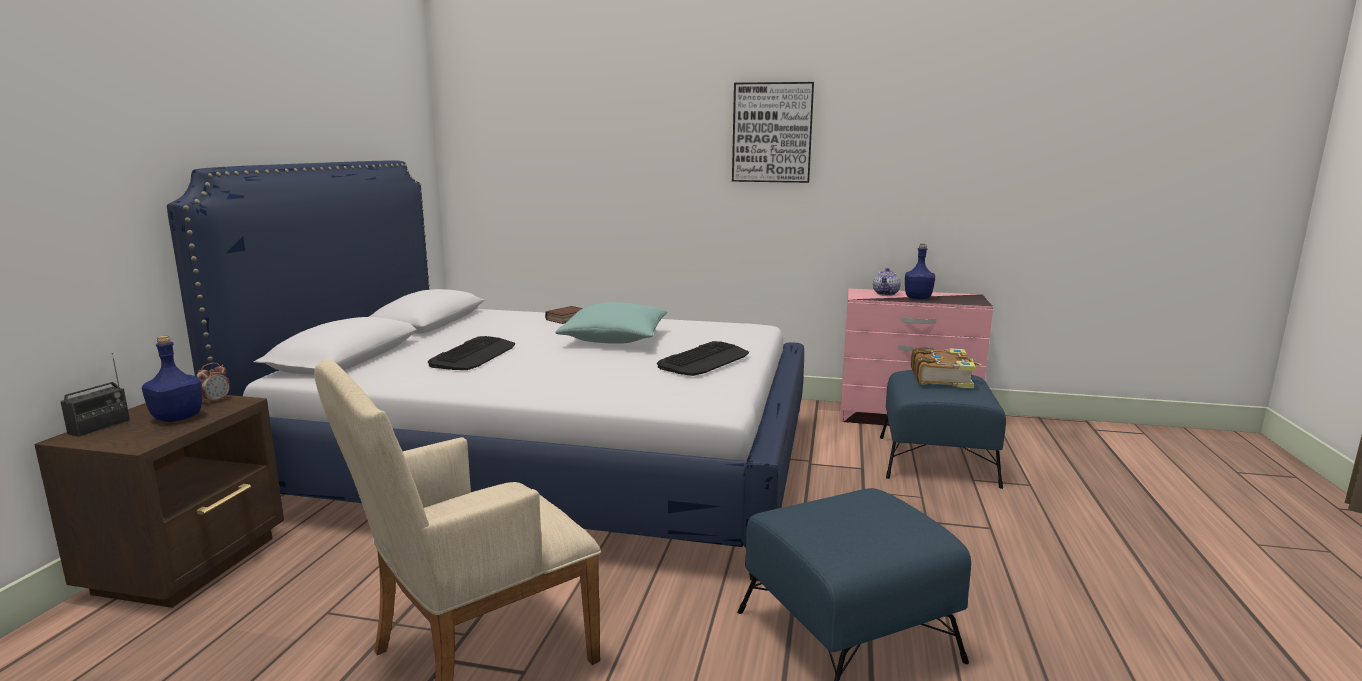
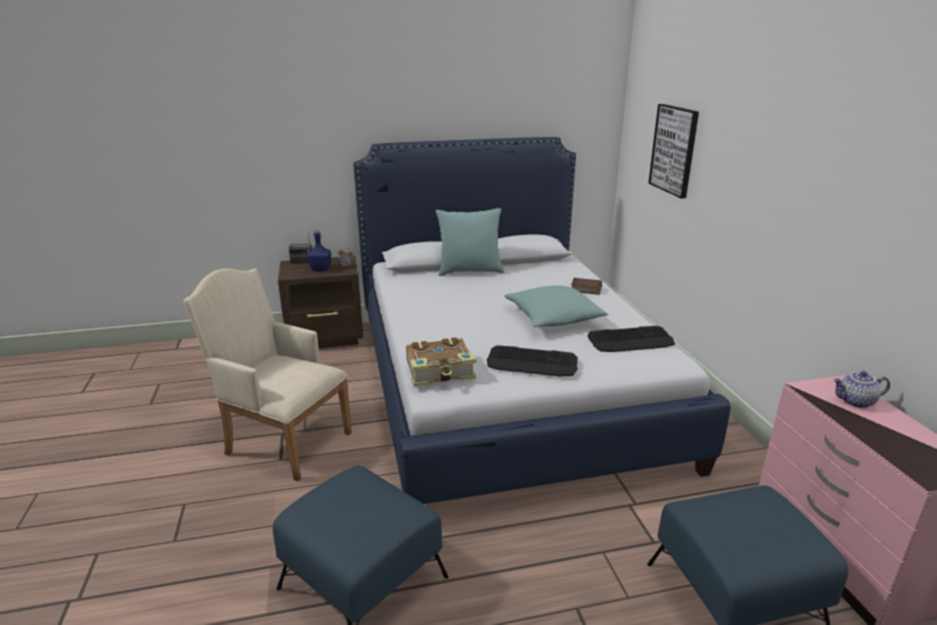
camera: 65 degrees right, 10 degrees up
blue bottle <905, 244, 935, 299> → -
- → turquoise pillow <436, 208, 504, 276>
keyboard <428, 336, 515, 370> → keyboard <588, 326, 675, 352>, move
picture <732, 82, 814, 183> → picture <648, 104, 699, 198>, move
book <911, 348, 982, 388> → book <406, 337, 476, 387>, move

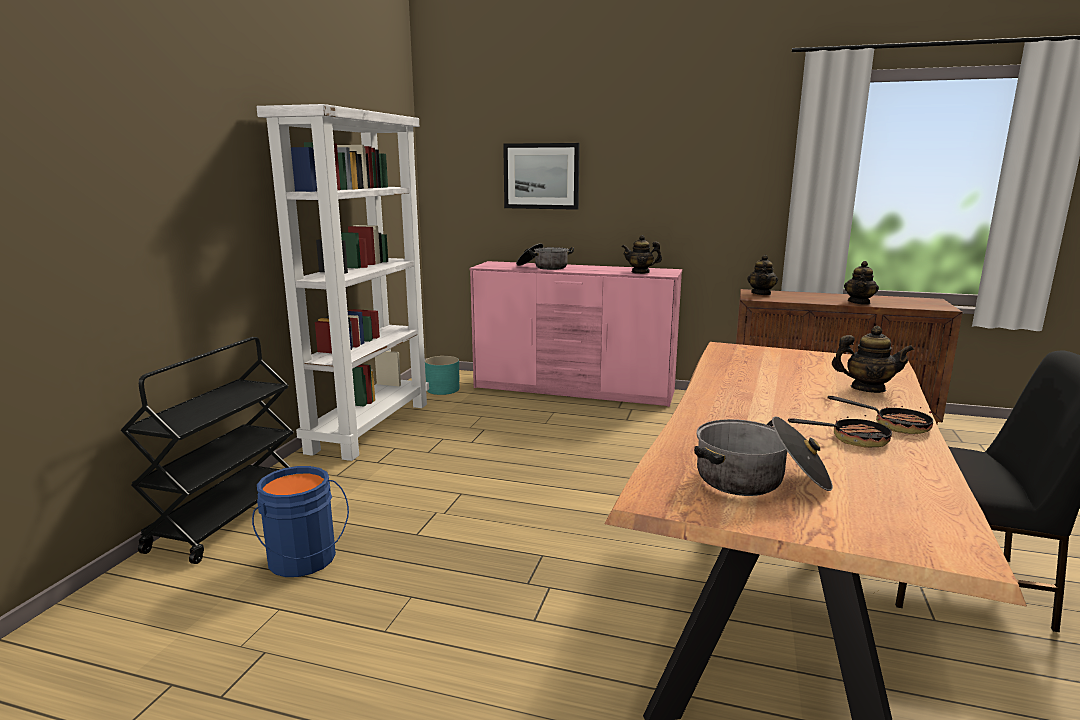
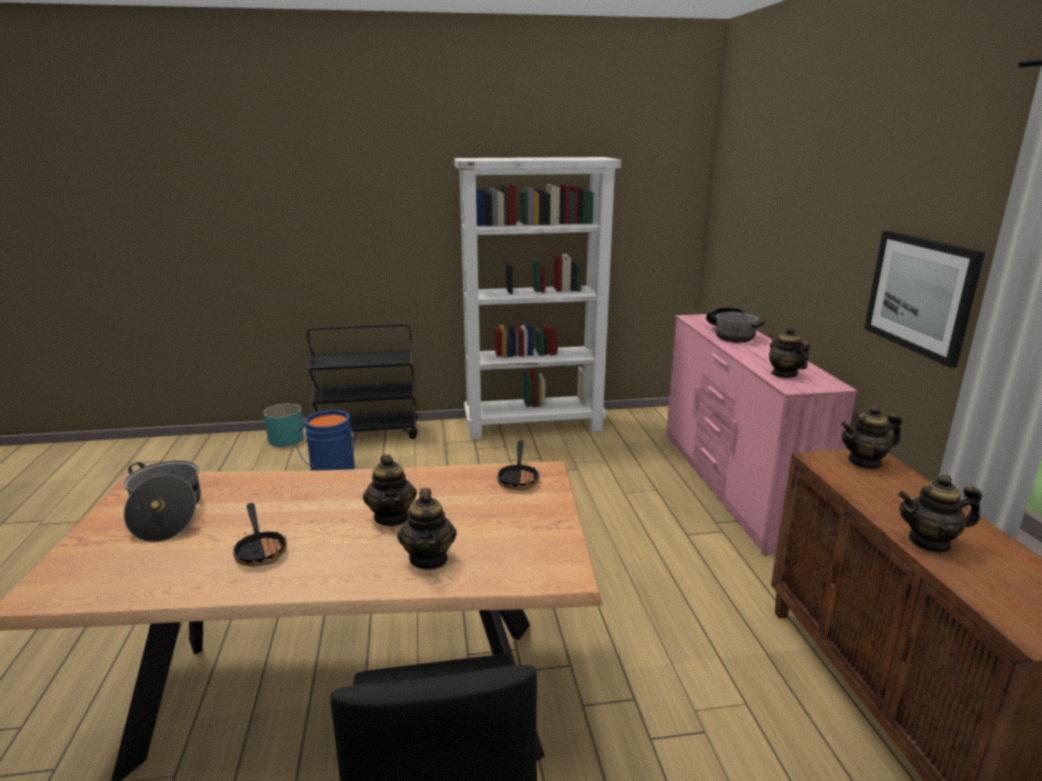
camera: 65 degrees right, 5 degrees up
- → teapot <363, 454, 417, 526>
turquoise planter <425, 356, 459, 395> → turquoise planter <263, 403, 304, 447>, move
picture <503, 143, 580, 210> → picture <864, 231, 985, 368>, move
frying pan <828, 396, 934, 434> → frying pan <497, 441, 540, 491>, move

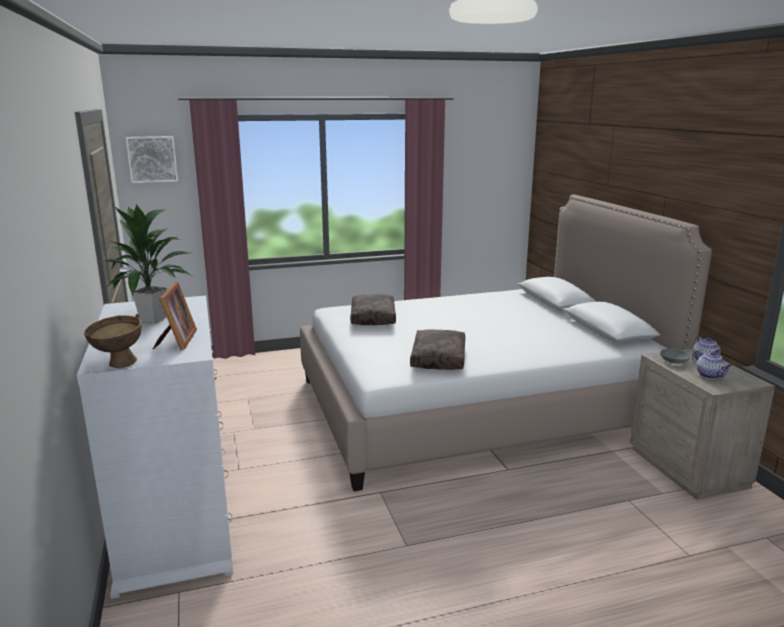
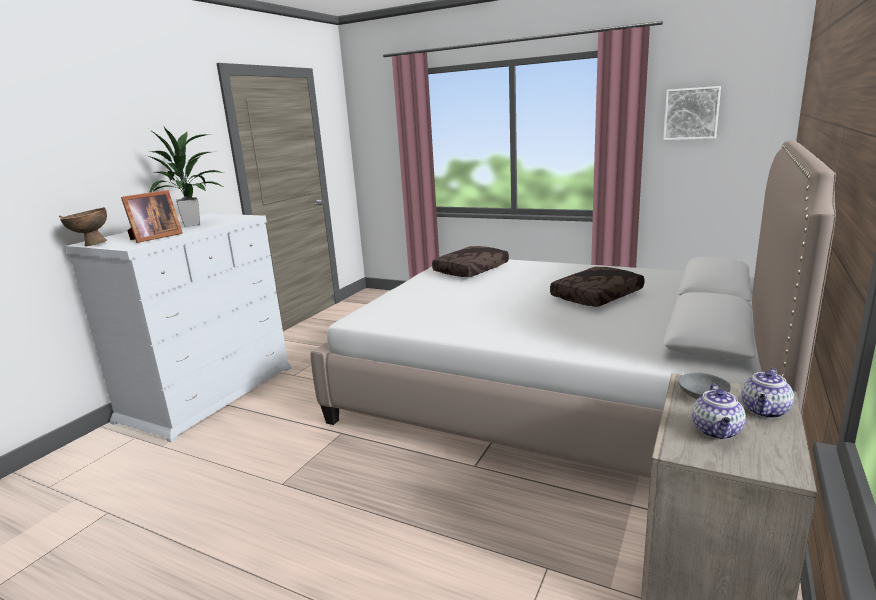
camera: 45 degrees right, 0 degrees up
picture <126, 136, 178, 183> → picture <663, 86, 721, 140>, move
brown pillow <410, 329, 465, 370> → brown pillow <550, 266, 645, 307>, move

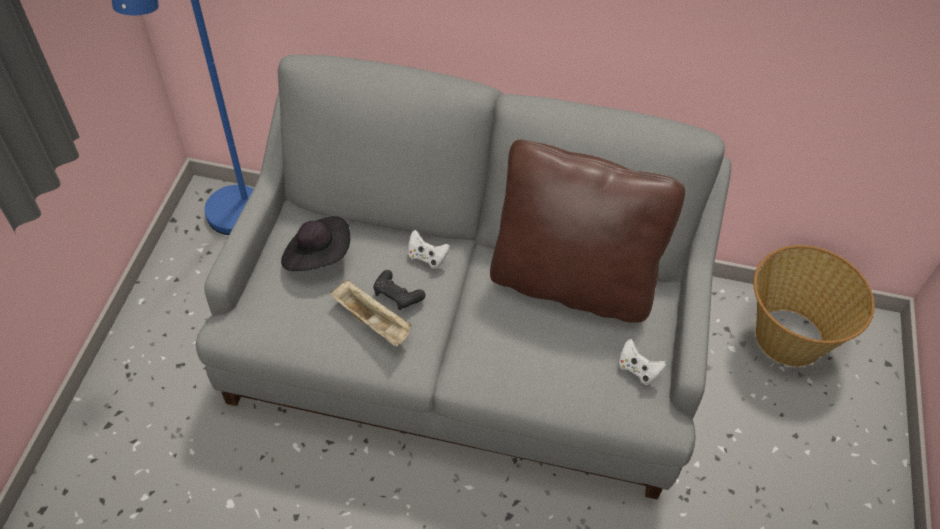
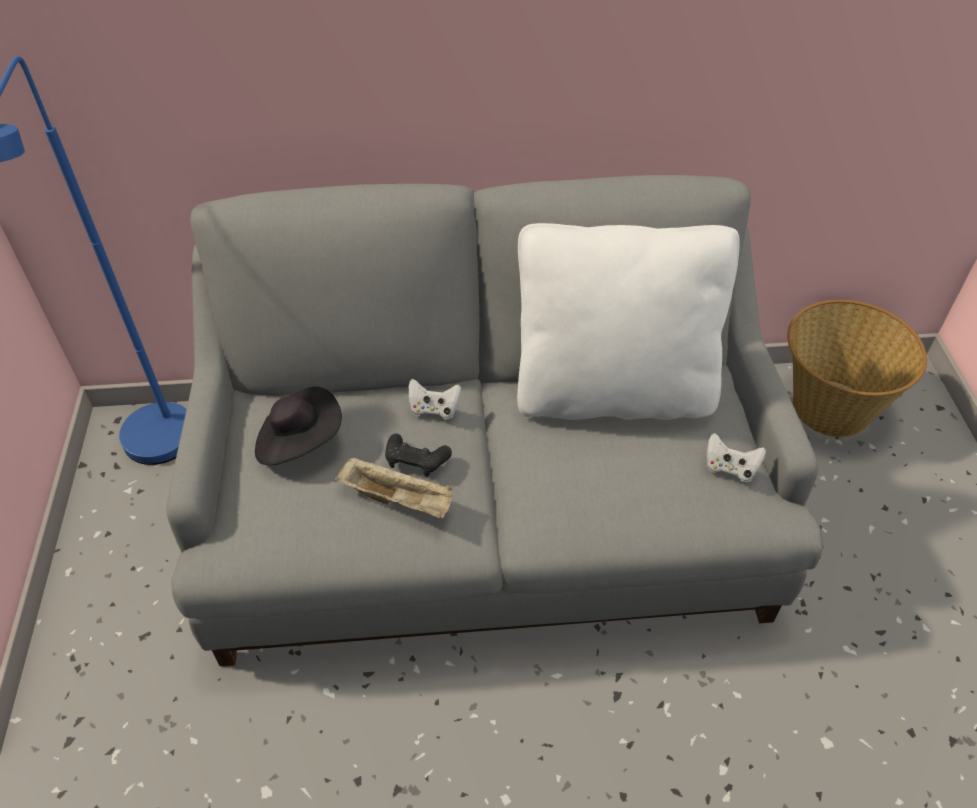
camera: 15 degrees left, 5 degrees down
brown pillow <490, 140, 685, 323> → white pillow <517, 223, 740, 420>

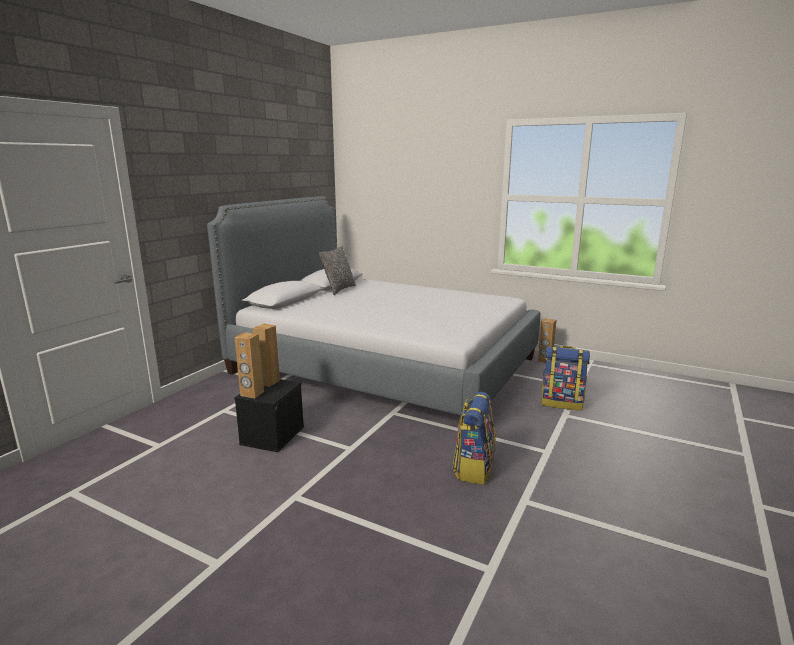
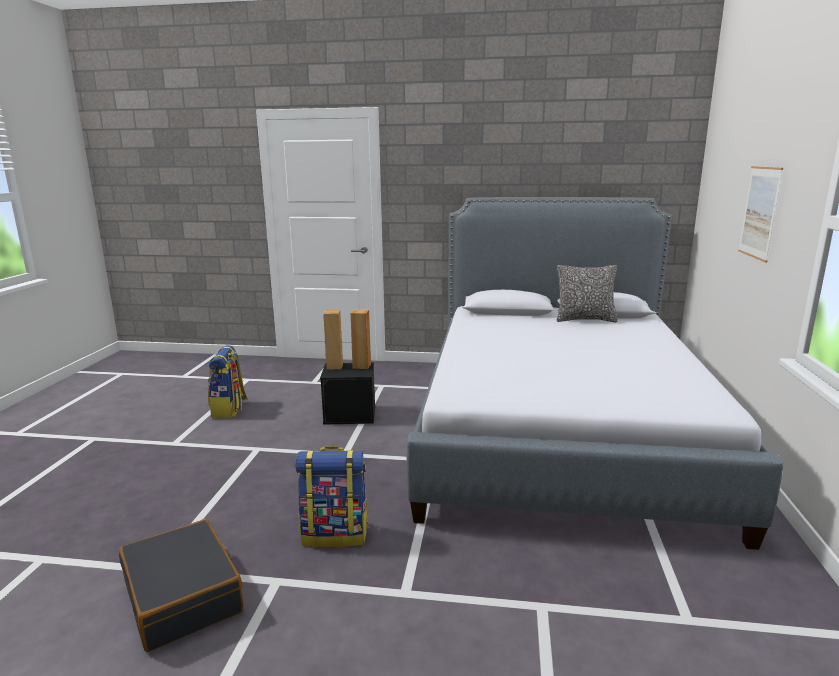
camera: 70 degrees right, 0 degrees up
brown speaker <538, 318, 556, 363> → -
- → black suitcase <119, 519, 244, 652>
- → picture <738, 166, 783, 263>
backpack <541, 346, 590, 410> → backpack <208, 345, 248, 418>, move

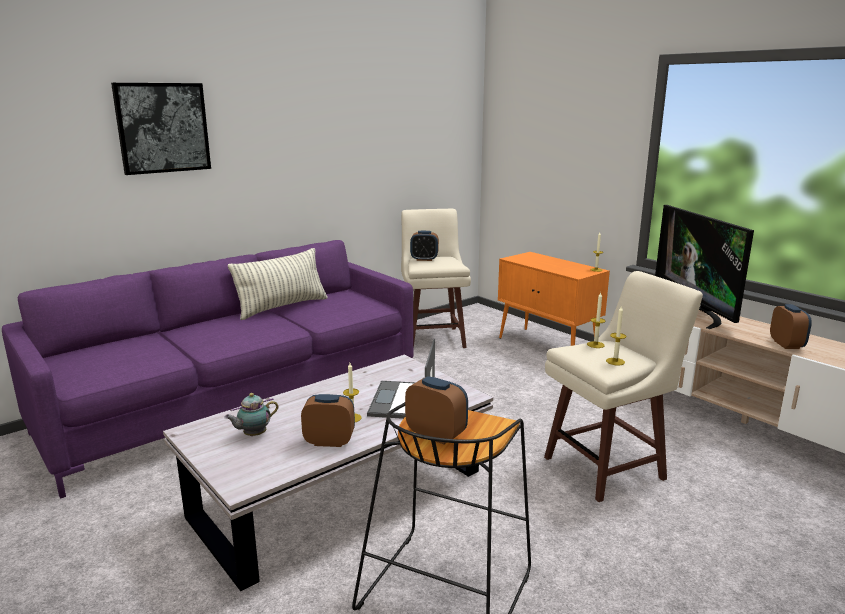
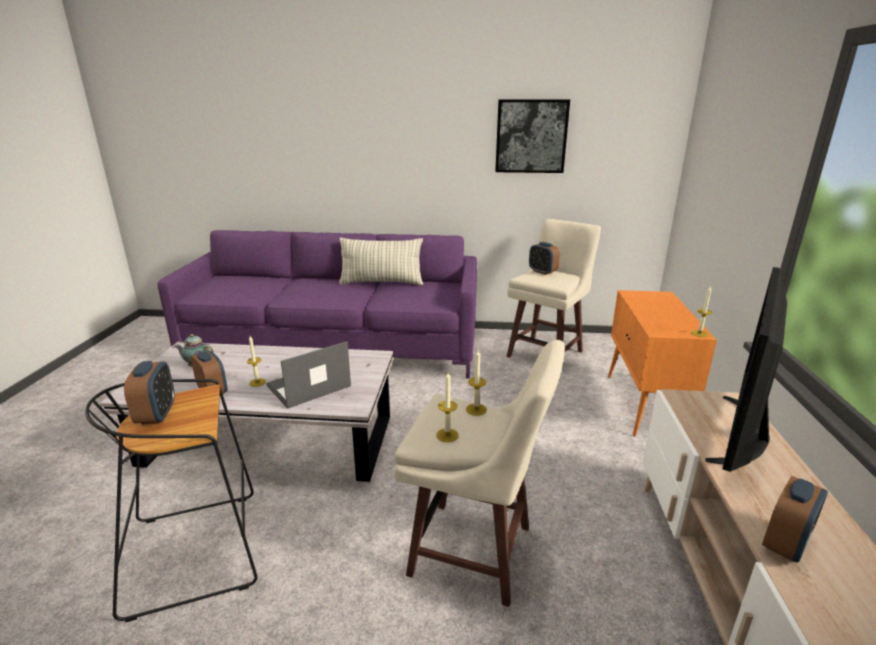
camera: 45 degrees right, 5 degrees up
picture <111, 83, 211, 175> → picture <495, 99, 570, 173>, move

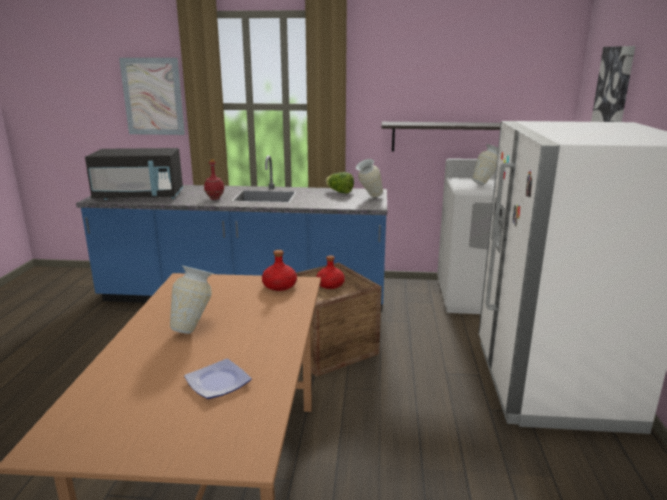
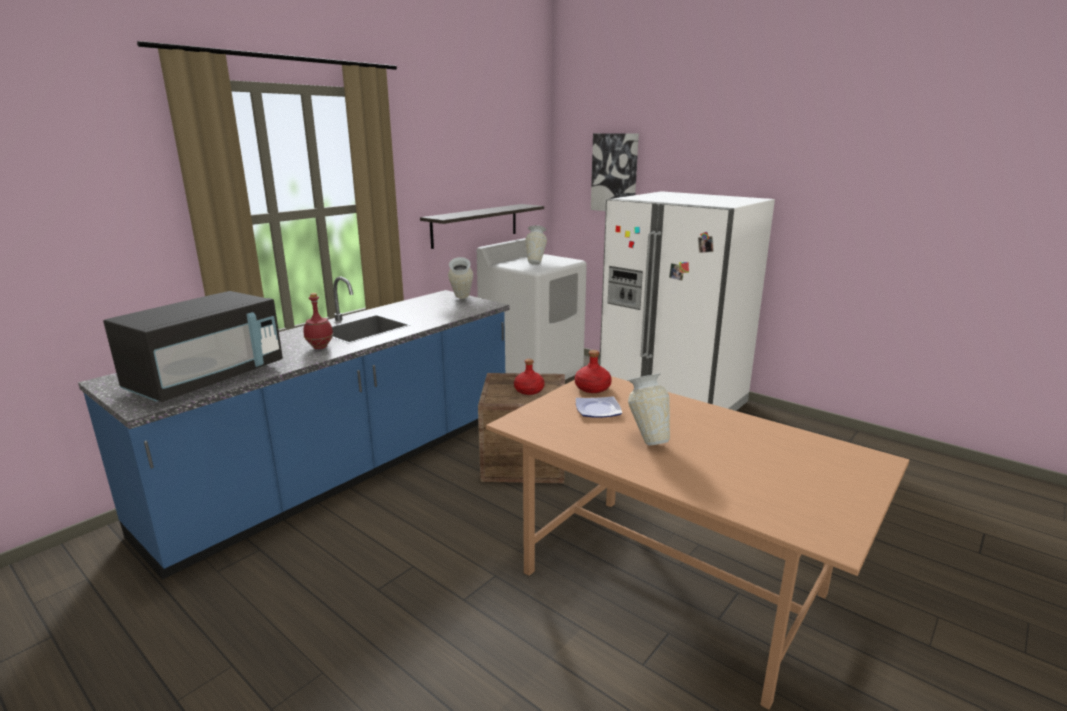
camera: 55 degrees left, 0 degrees up
picture <119, 58, 185, 135> → -
lettuce <325, 172, 354, 193> → -
plate <184, 359, 252, 399> → plate <576, 396, 622, 418>, move

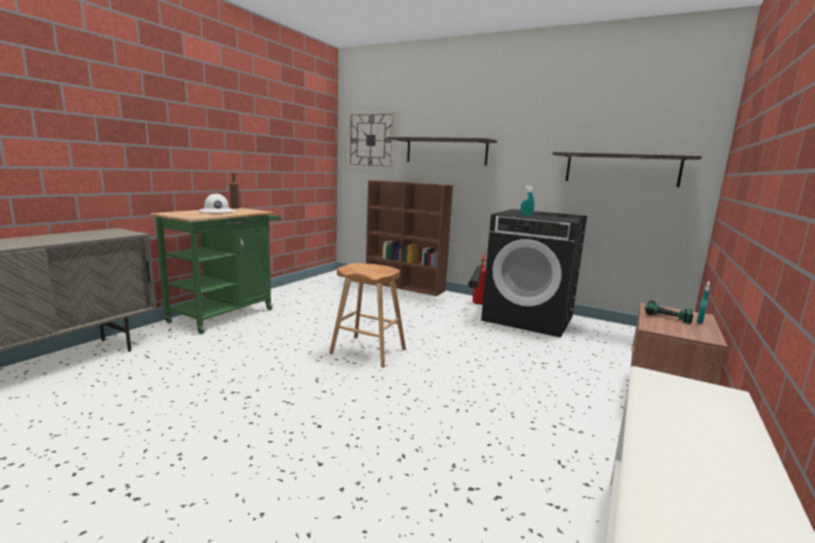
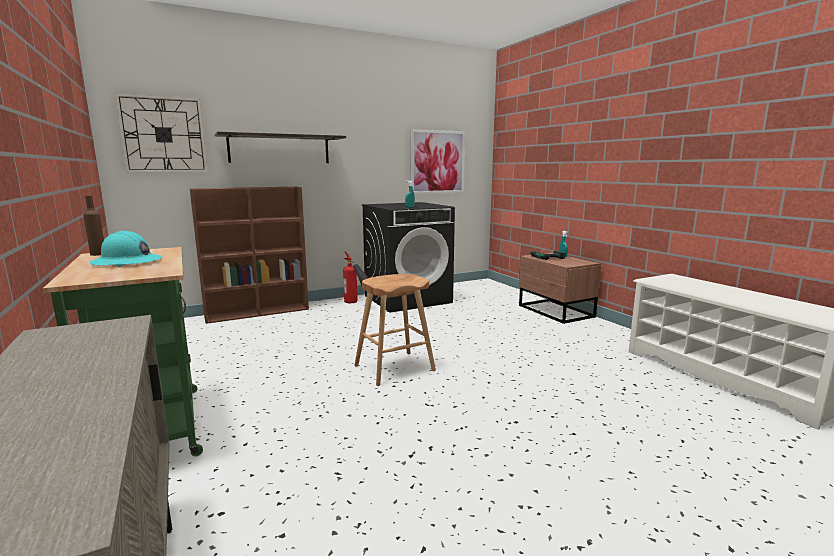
camera: 55 degrees left, 0 degrees up
shelf <553, 152, 702, 187> → picture <410, 129, 466, 194>
white hard hat <198, 193, 235, 213> → turquoise hard hat <90, 231, 162, 267>

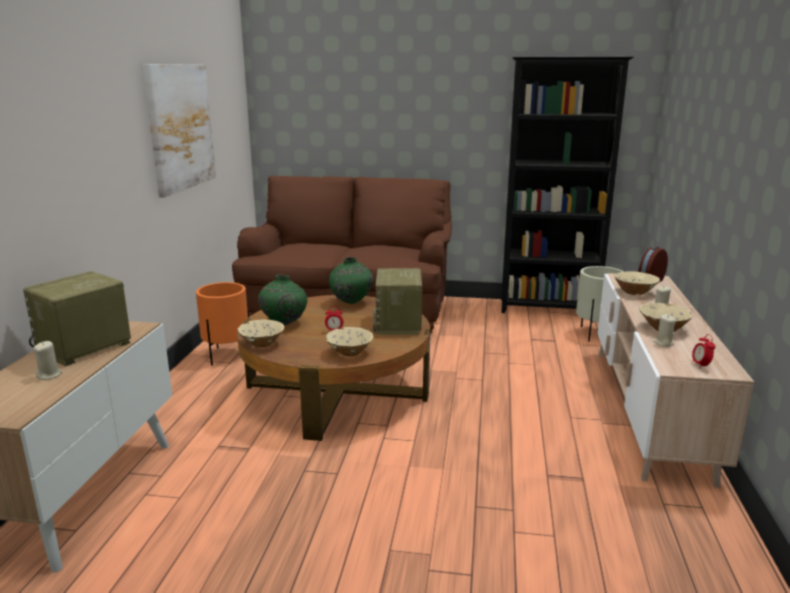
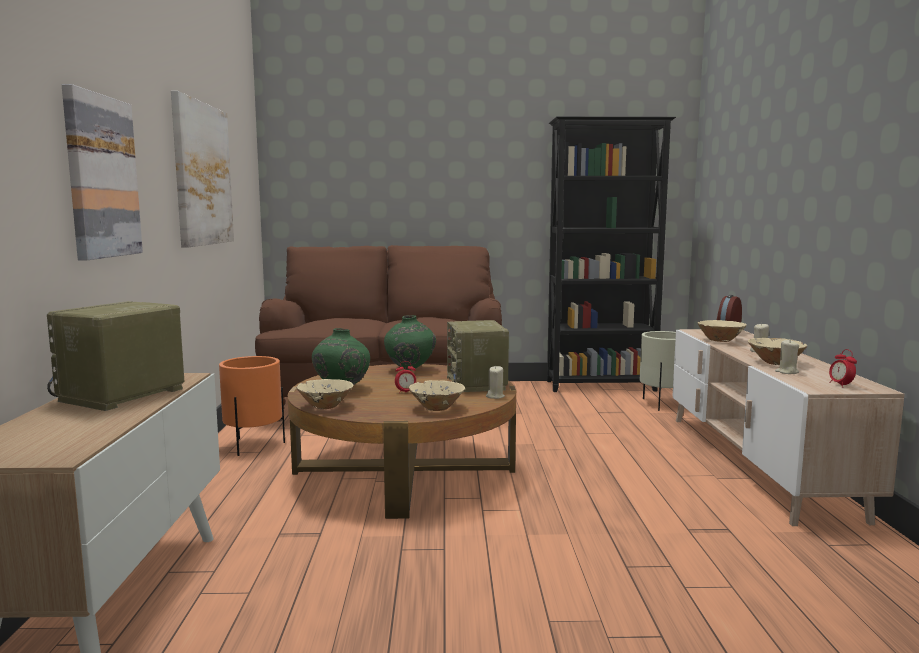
camera: 10 degrees left, 10 degrees down
- → picture <62, 84, 143, 260>
beige candle <33, 341, 62, 380> → beige candle <486, 365, 505, 399>, move

